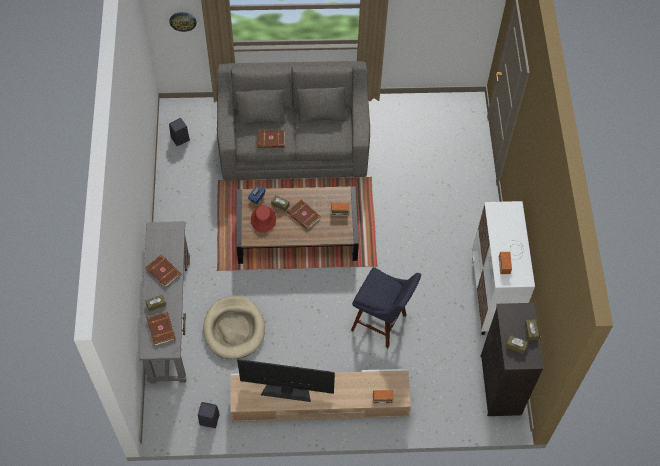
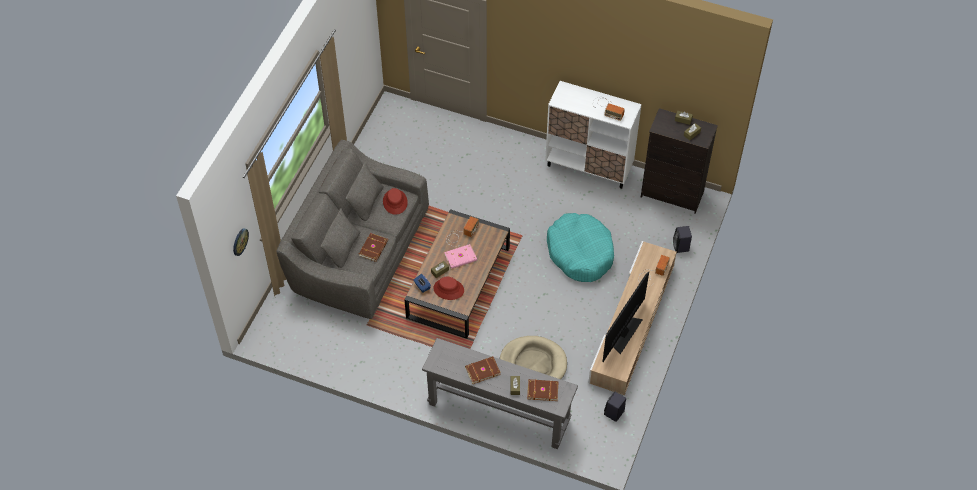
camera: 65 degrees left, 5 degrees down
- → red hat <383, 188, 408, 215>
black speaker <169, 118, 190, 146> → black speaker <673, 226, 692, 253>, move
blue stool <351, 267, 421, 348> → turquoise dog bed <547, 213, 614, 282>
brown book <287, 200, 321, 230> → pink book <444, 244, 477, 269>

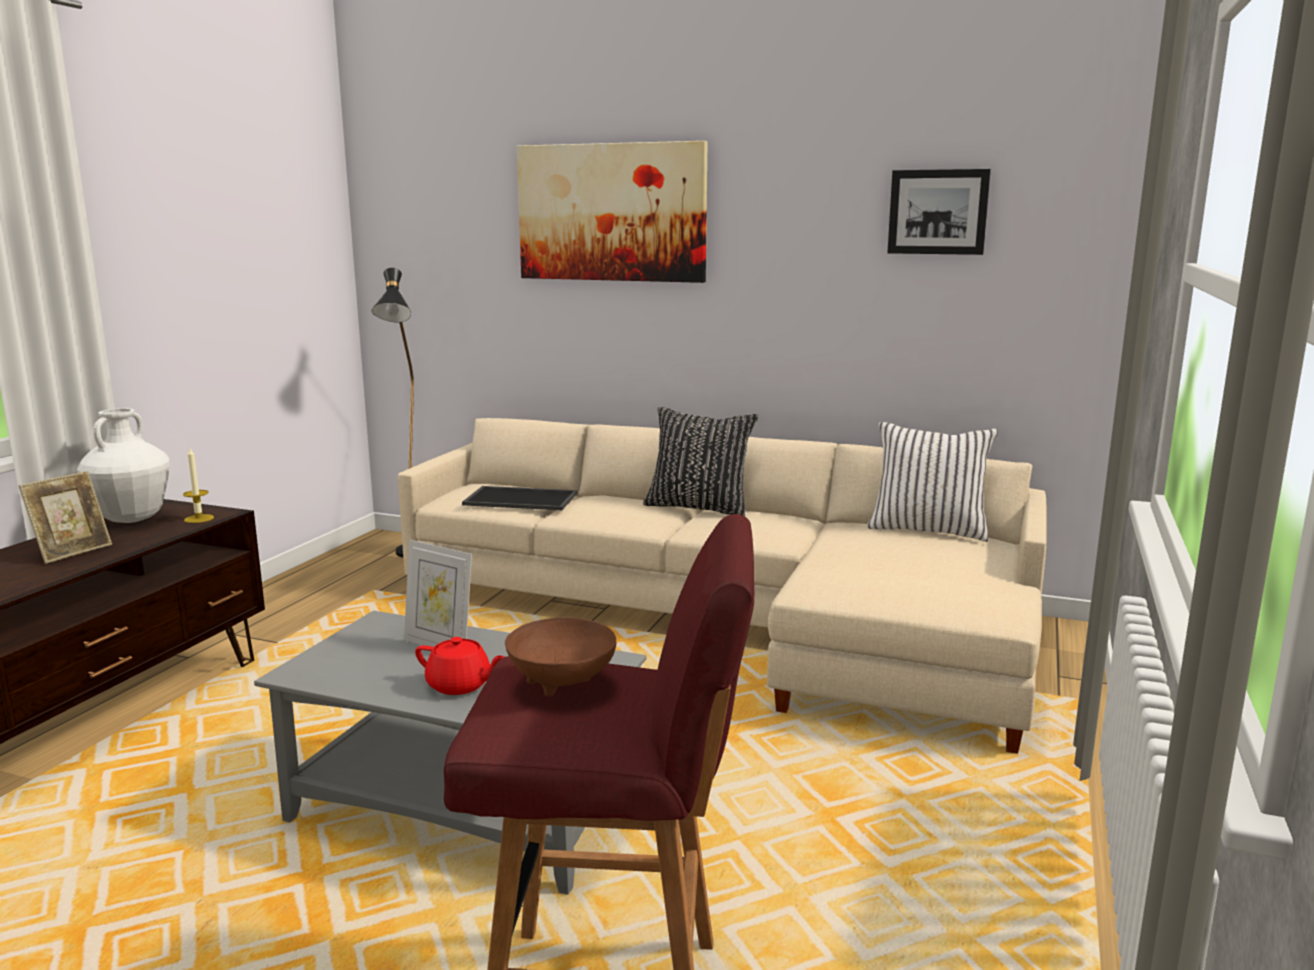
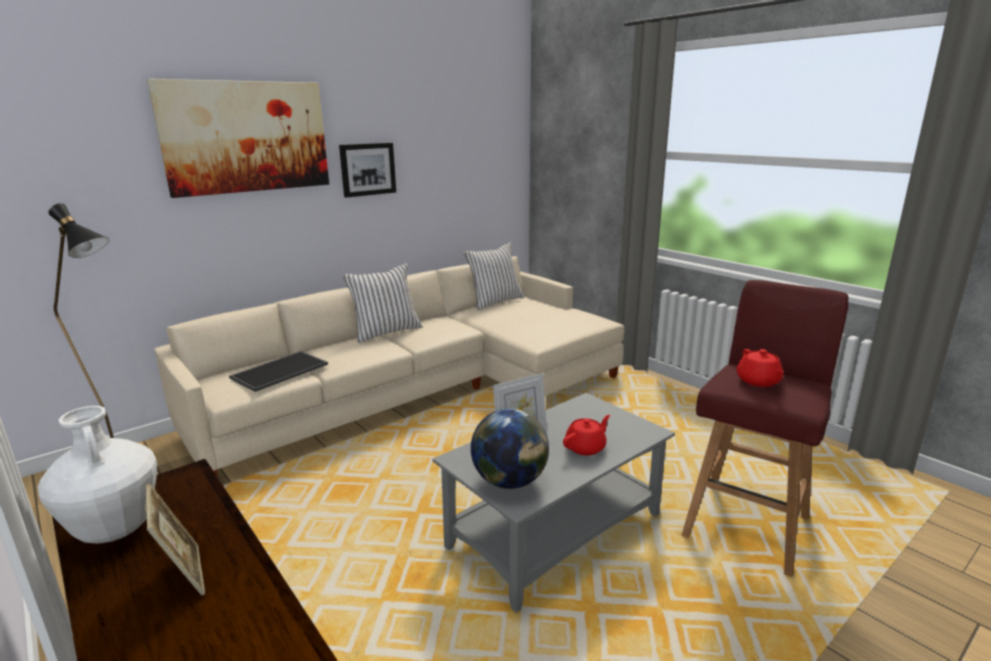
camera: 60 degrees left, 5 degrees up
candle <183, 448, 214, 523> → -
- → globe <471, 408, 549, 489>
picture <887, 169, 991, 255> → picture <339, 143, 396, 198>, move
brown bowl <505, 618, 616, 697> → red teapot <736, 349, 784, 387>
black pillow <643, 407, 759, 516> → white pillow <342, 263, 423, 343>

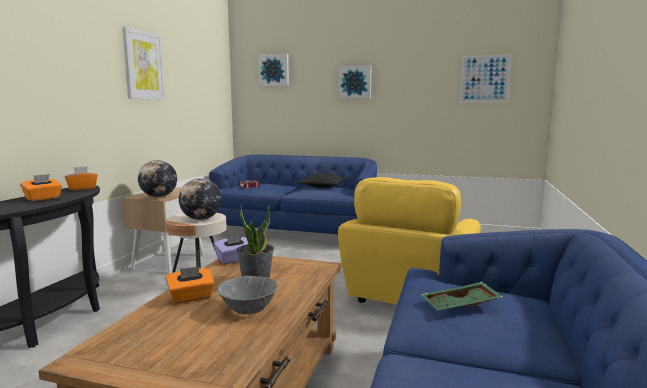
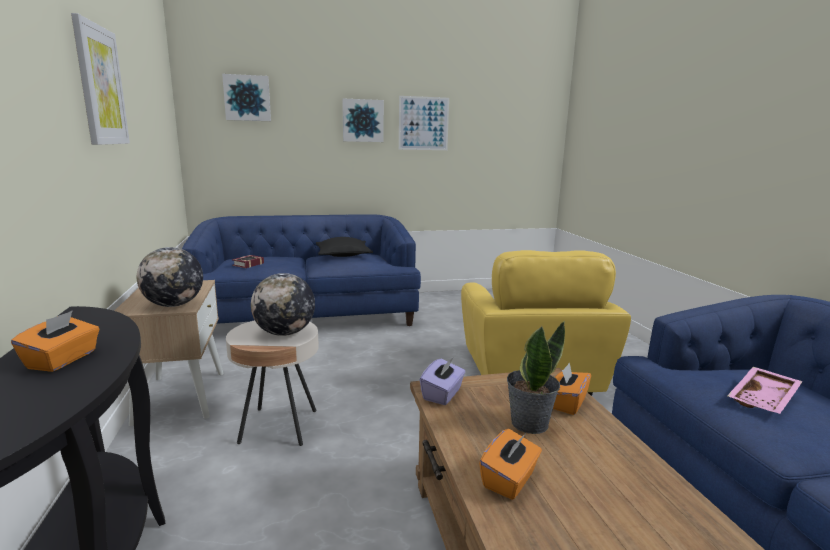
camera: 30 degrees left, 5 degrees up
grey bowl <217, 276, 278, 315> → -
orange tissue box <65, 166, 98, 190> → orange tissue box <553, 362, 591, 415>, move
picture <460, 54, 511, 102> → picture <399, 96, 449, 150>, move
green tray <421, 282, 503, 310> → pink tray <728, 367, 803, 414>

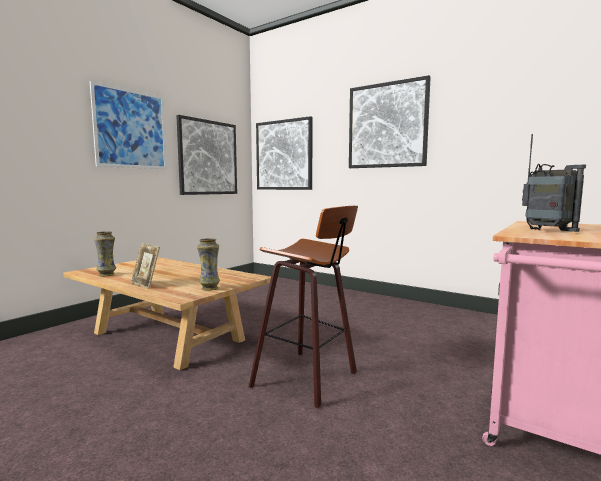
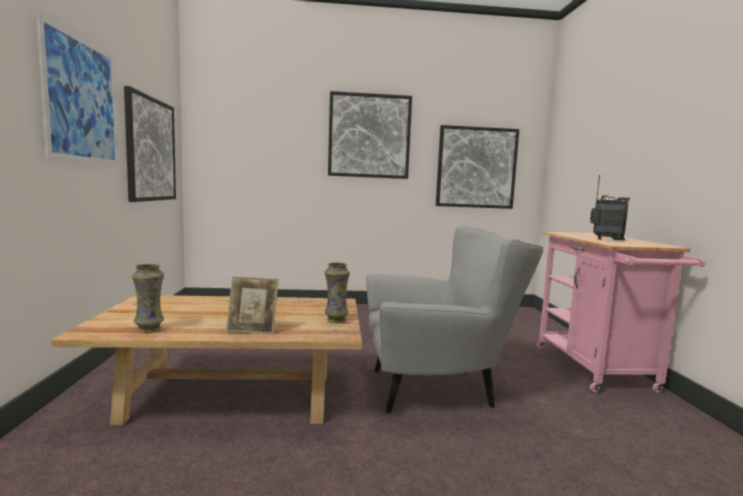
camera: 40 degrees left, 0 degrees up
picture <256, 116, 313, 190> → picture <436, 125, 519, 209>, move
stool <249, 206, 358, 408> → grey armchair <366, 225, 544, 414>

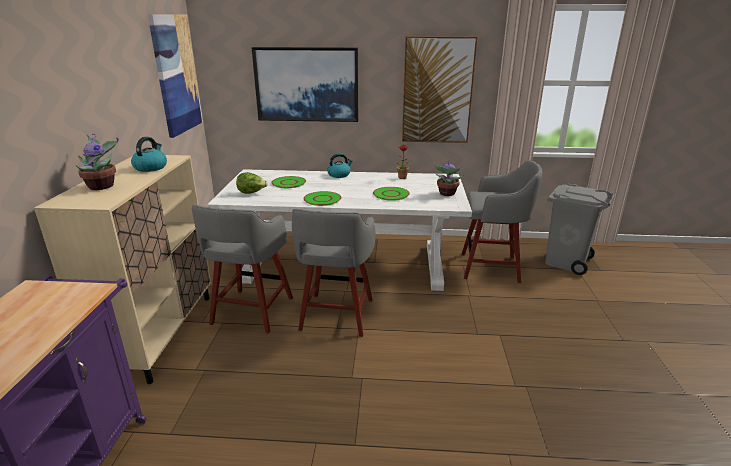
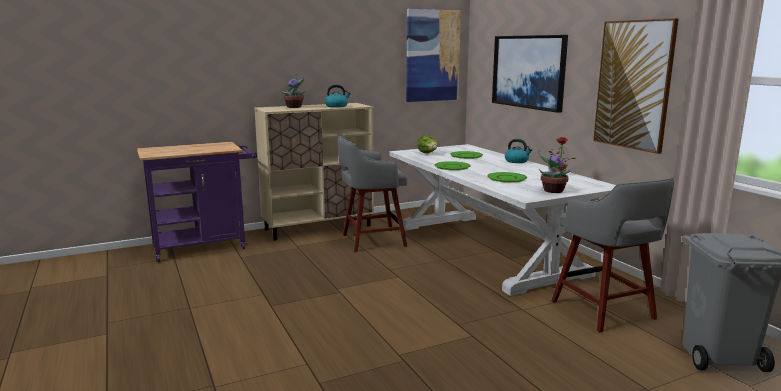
camera: 60 degrees right, 10 degrees down
grey stool <292, 208, 375, 337> → -

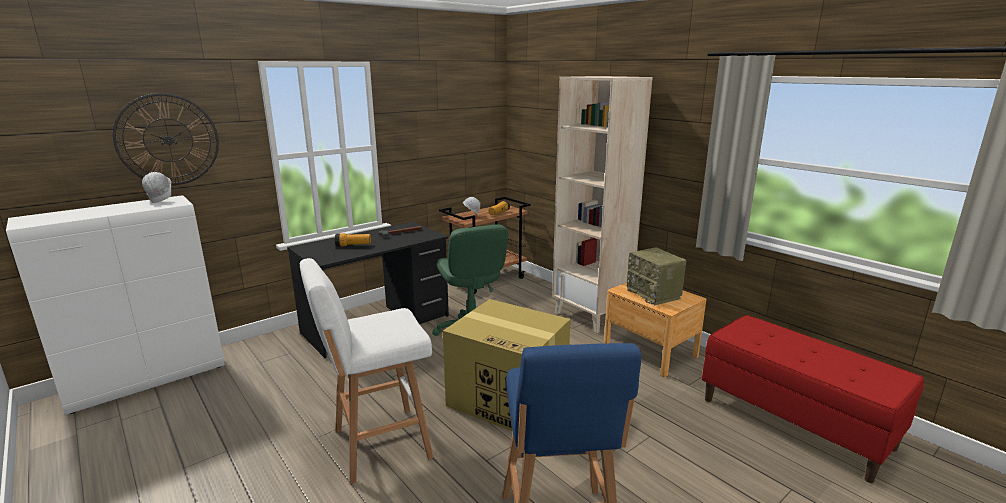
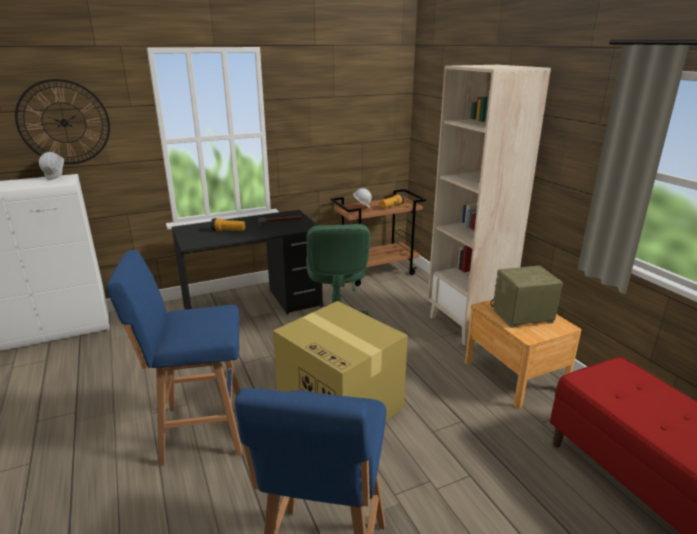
camera: 15 degrees right, 5 degrees up
white stool <300, 258, 434, 484> → blue stool <106, 250, 243, 466>
radio <627, 247, 686, 305> → radio <490, 266, 563, 328>, 90 degrees clockwise

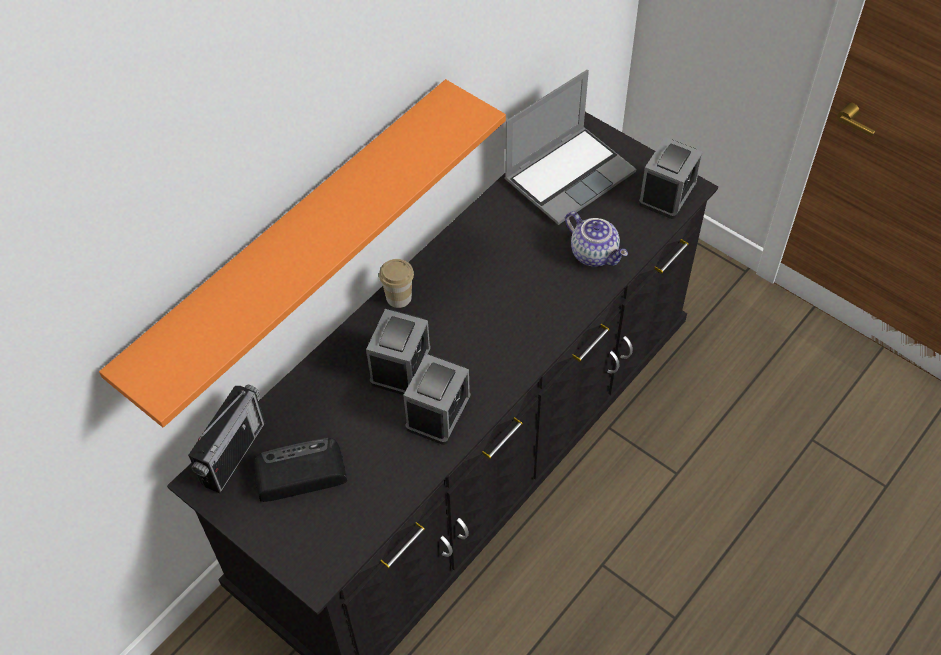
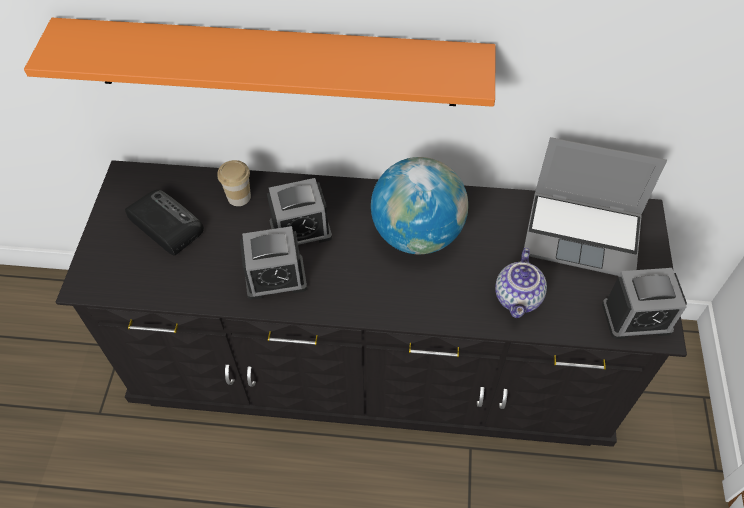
camera: 55 degrees right, 0 degrees up
radio <188, 385, 265, 494> → -
- → globe <371, 157, 468, 254>
cup <379, 259, 414, 308> → cup <217, 160, 251, 206>, move

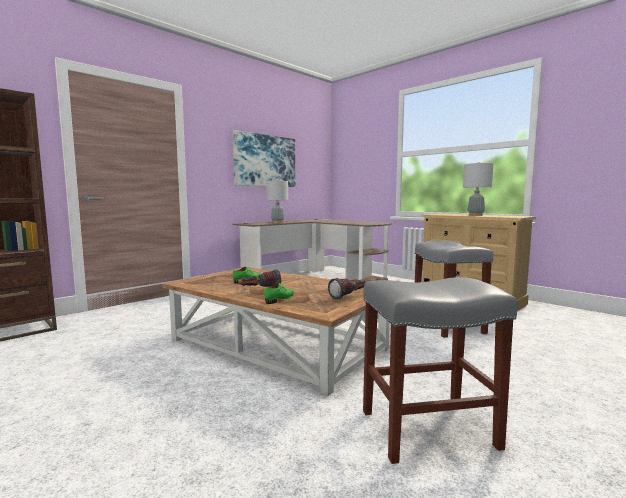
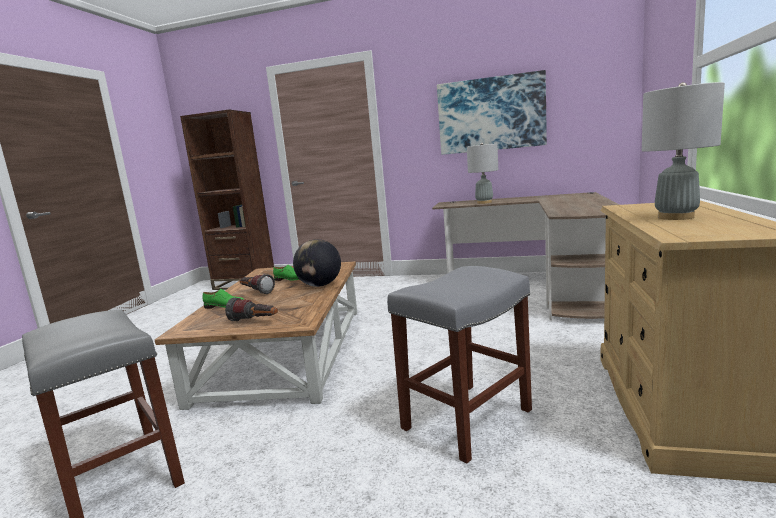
camera: 60 degrees right, 5 degrees up
- → globe <293, 239, 341, 287>

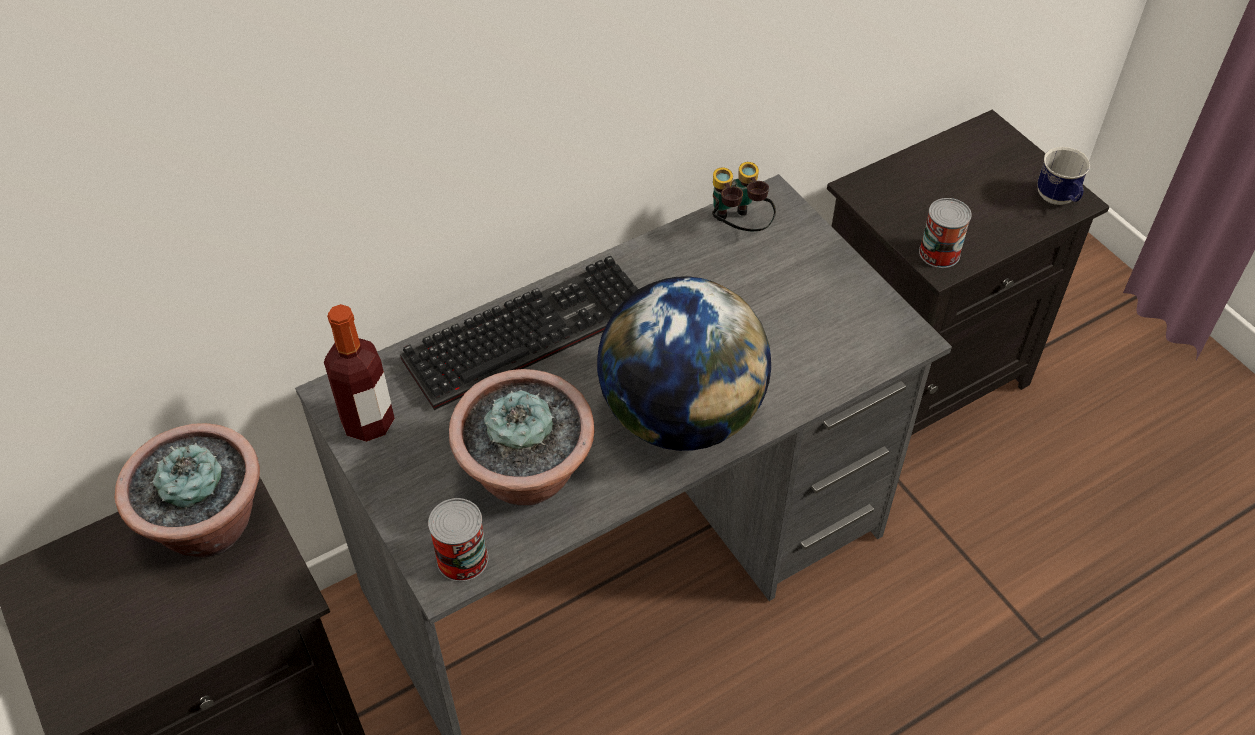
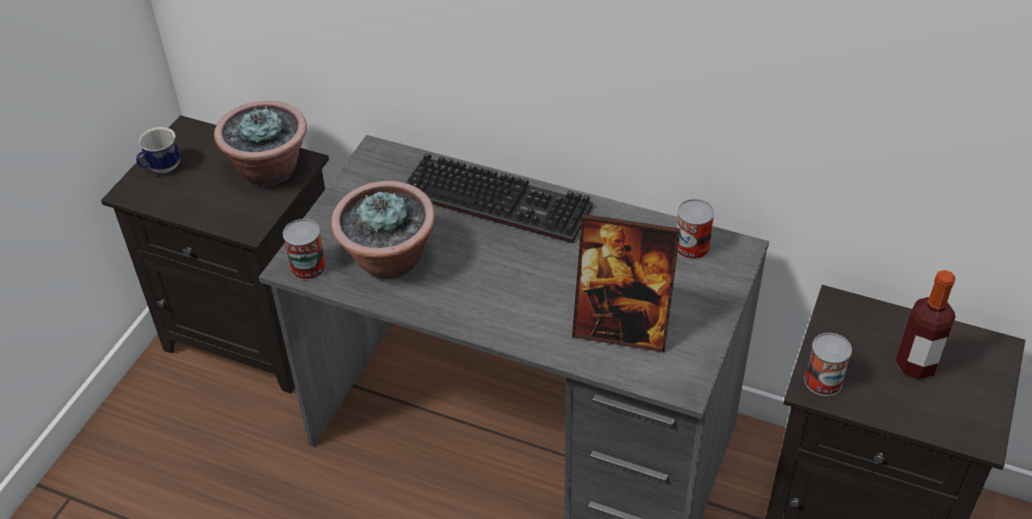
camera: 55 degrees right, 5 degrees down
globe <597, 277, 771, 451> → -
- → picture frame <572, 214, 680, 353>
bottle <324, 304, 395, 442> → bottle <895, 270, 956, 380>, move
mug <1037, 147, 1090, 205> → mug <136, 127, 180, 173>, move
binoculars <712, 162, 776, 231> → can <676, 199, 715, 260>

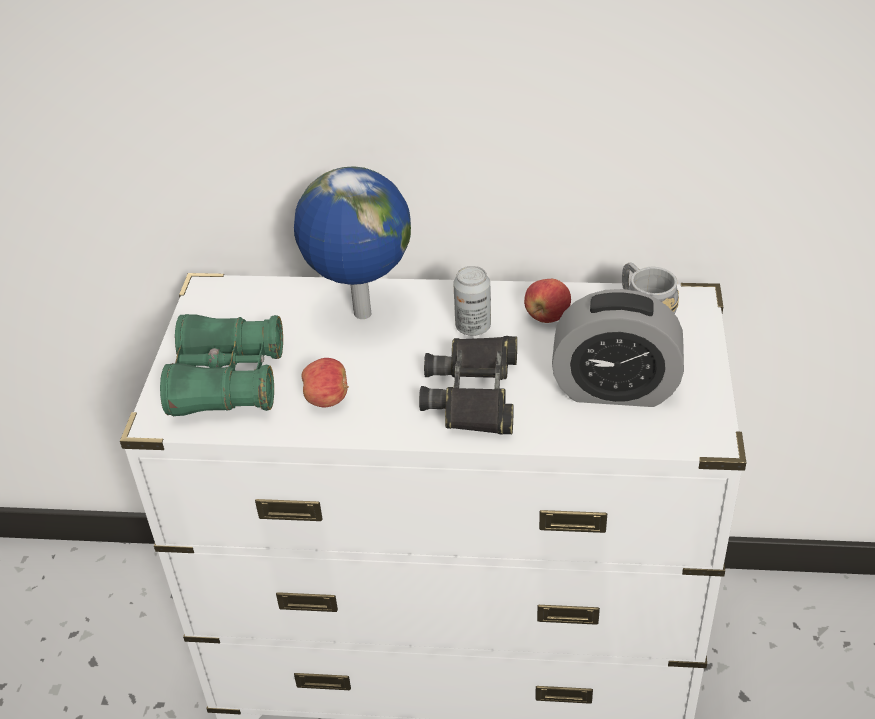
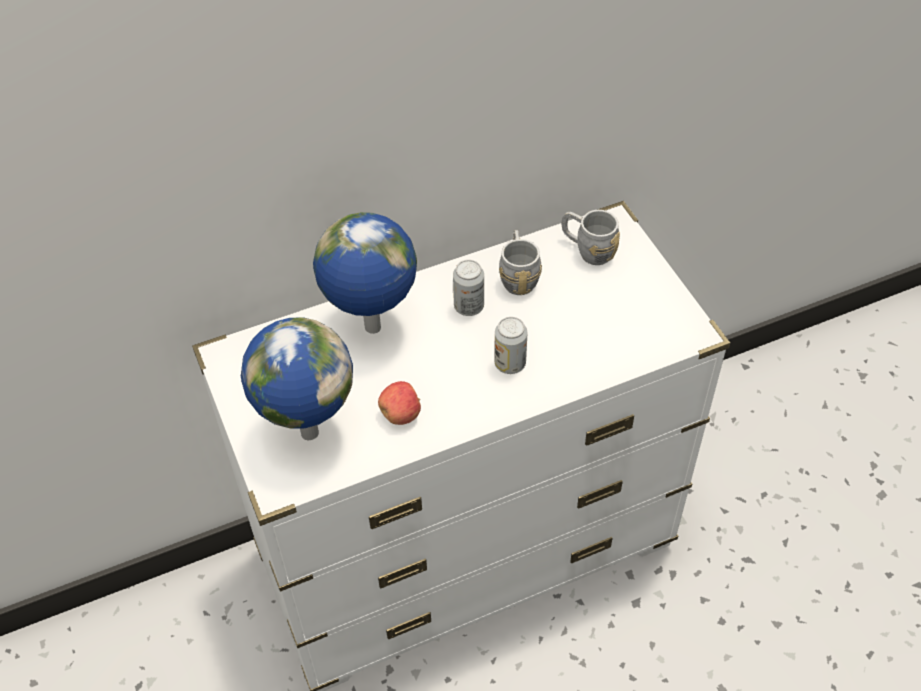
camera: 30 degrees left, 10 degrees up
alarm clock <552, 289, 684, 407> → -
green binoculars <160, 314, 283, 416> → globe <241, 317, 353, 440>
black binoculars <419, 336, 517, 435> → can <494, 317, 527, 374>
apple <524, 279, 571, 323> → grey mug <499, 230, 542, 295>

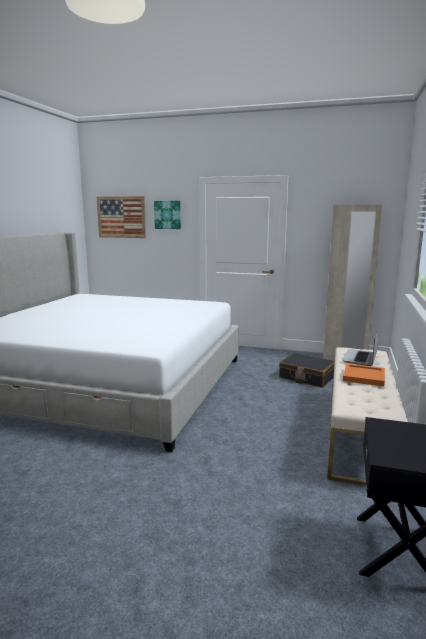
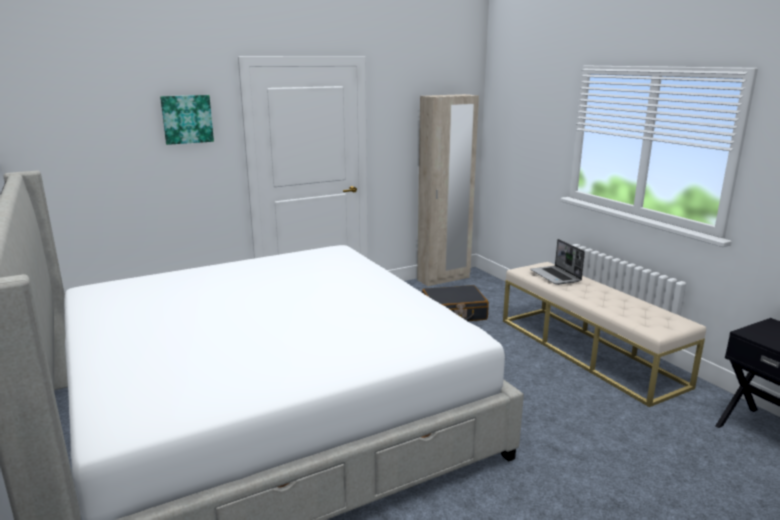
camera: 45 degrees left, 5 degrees up
picture <96, 196, 146, 238> → -
orange tray <343, 363, 385, 386> → -

